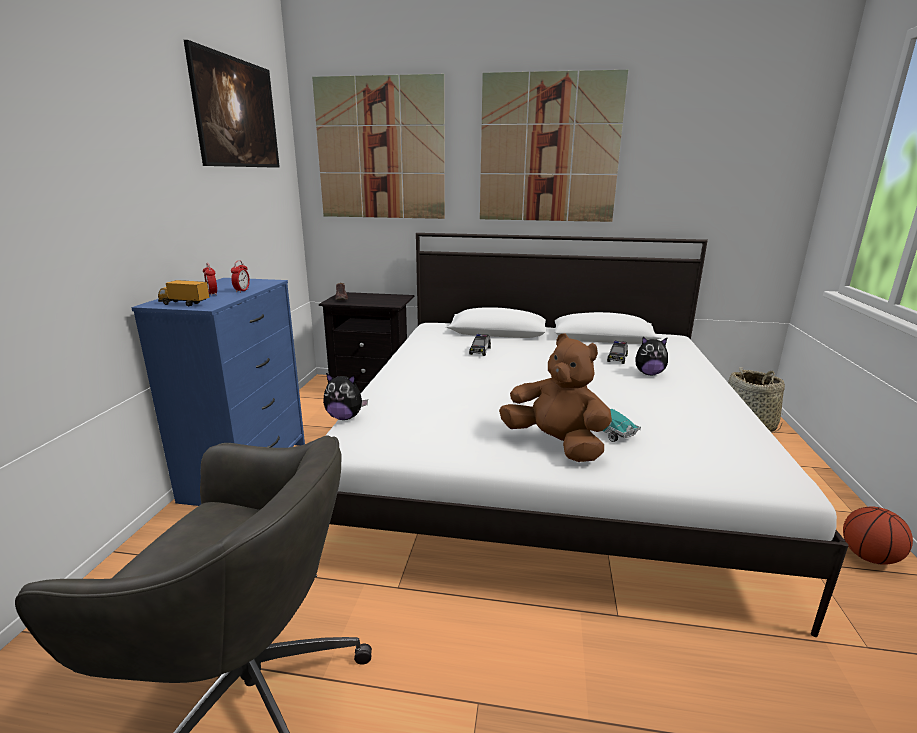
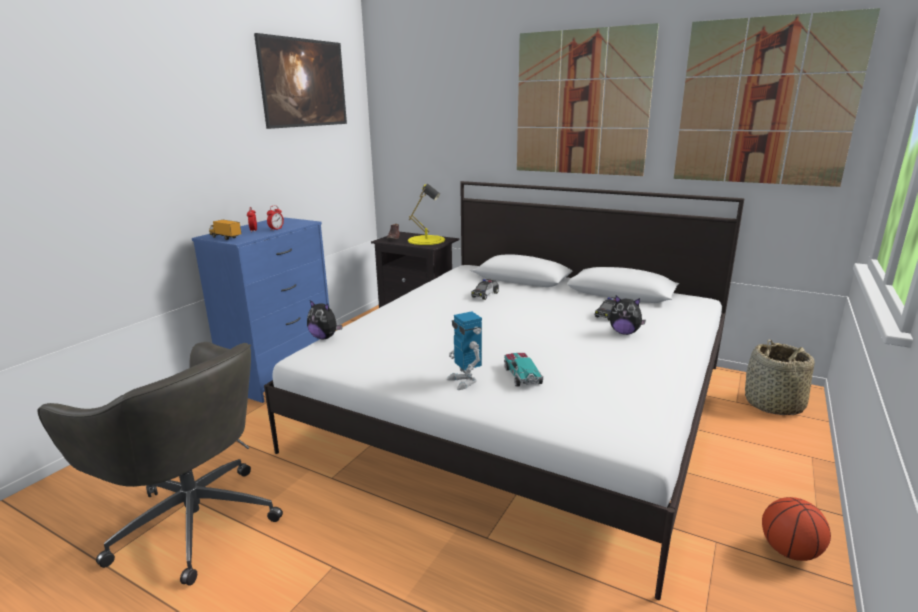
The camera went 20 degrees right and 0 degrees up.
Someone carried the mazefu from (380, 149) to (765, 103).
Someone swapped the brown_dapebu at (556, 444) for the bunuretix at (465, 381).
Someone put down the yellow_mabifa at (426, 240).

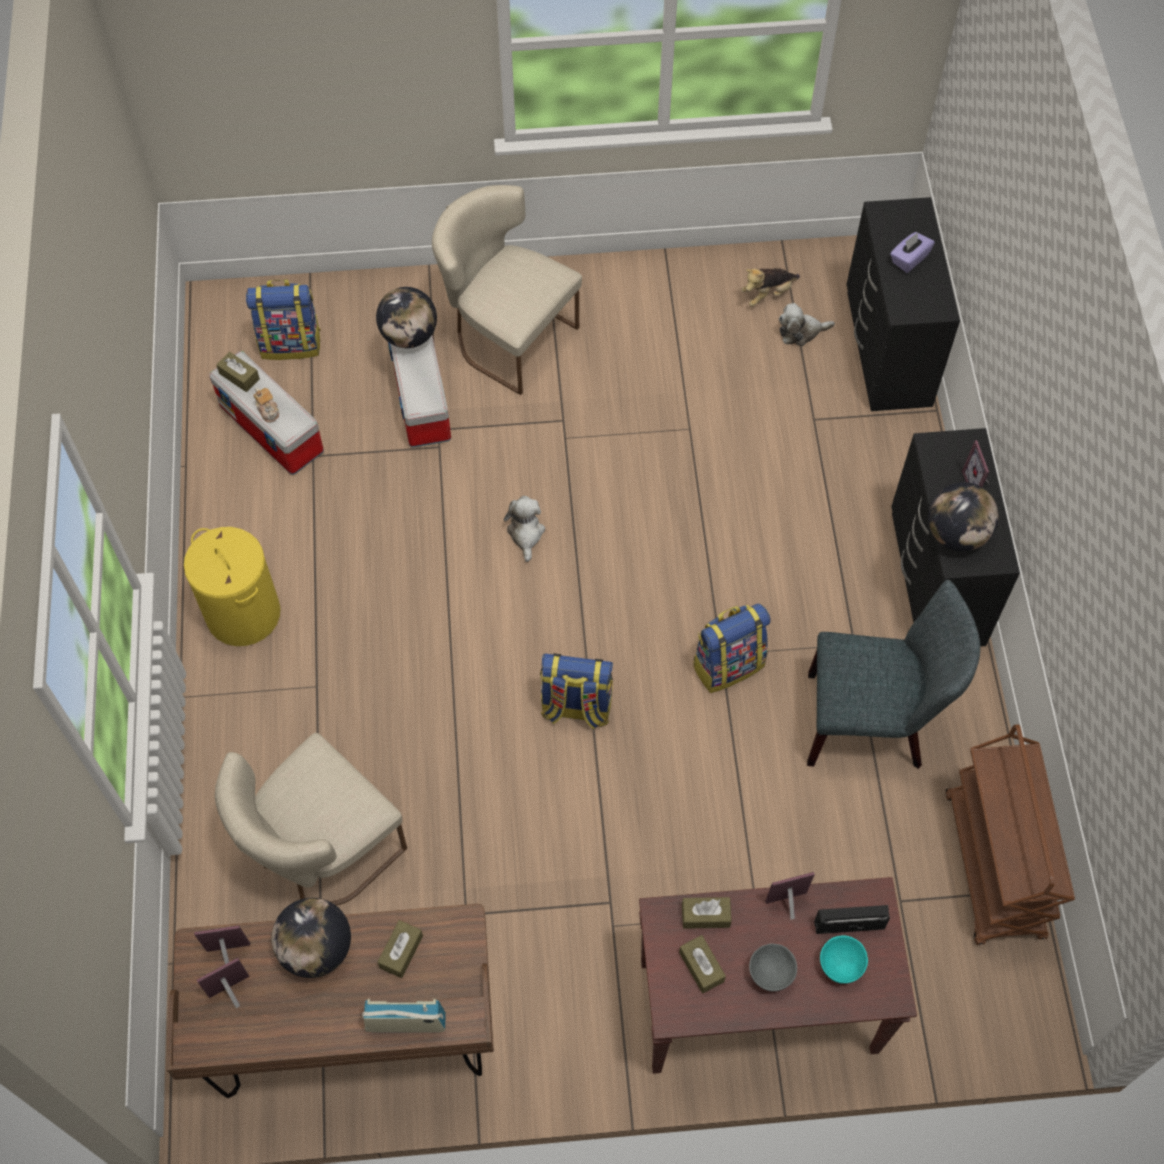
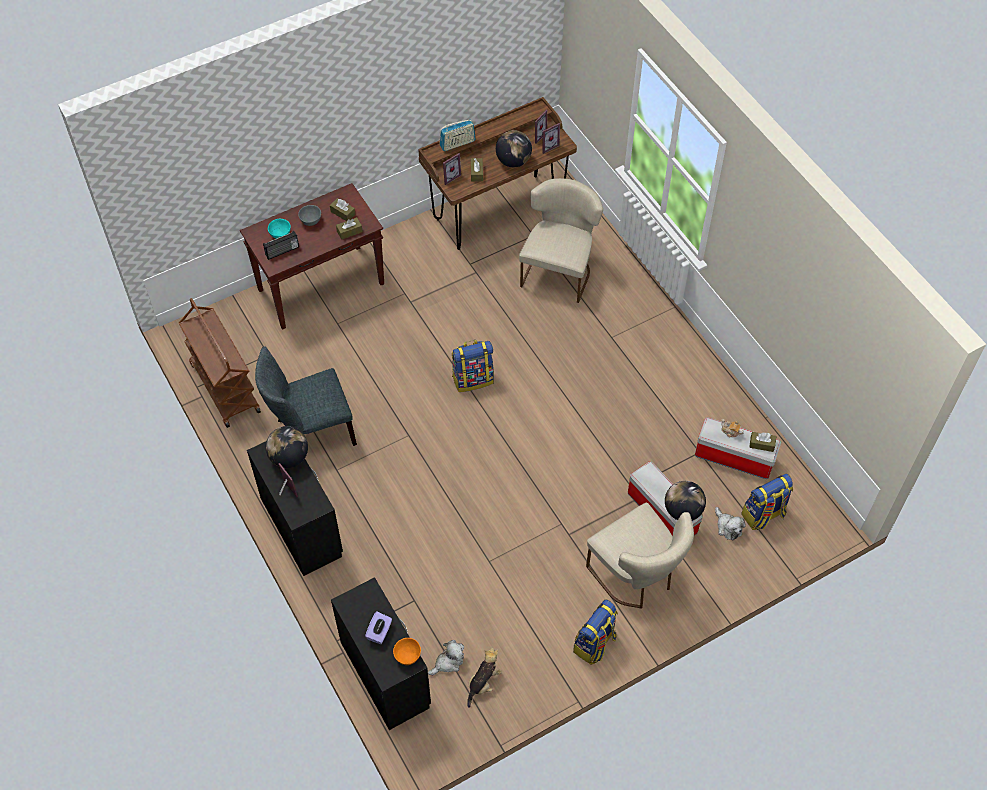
The camera went 155 degrees right and 5 degrees down.
Someone took away the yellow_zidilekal at (242, 613).
Someone rotated the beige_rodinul at (506, 336) by 45 degrees clockwise.
Someone carried the dapebu from (525, 533) to (728, 527).
Someone carried the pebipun from (728, 664) to (595, 644).
Someone carried the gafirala from (789, 907) to (449, 176).
Someone put down the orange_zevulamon at (408, 656).

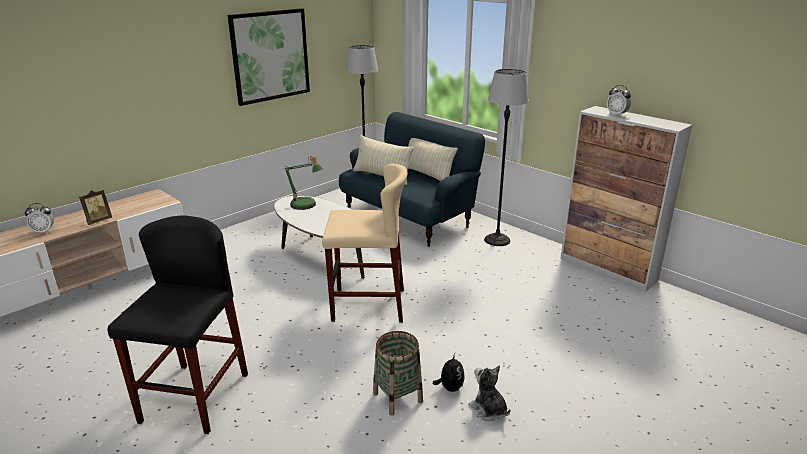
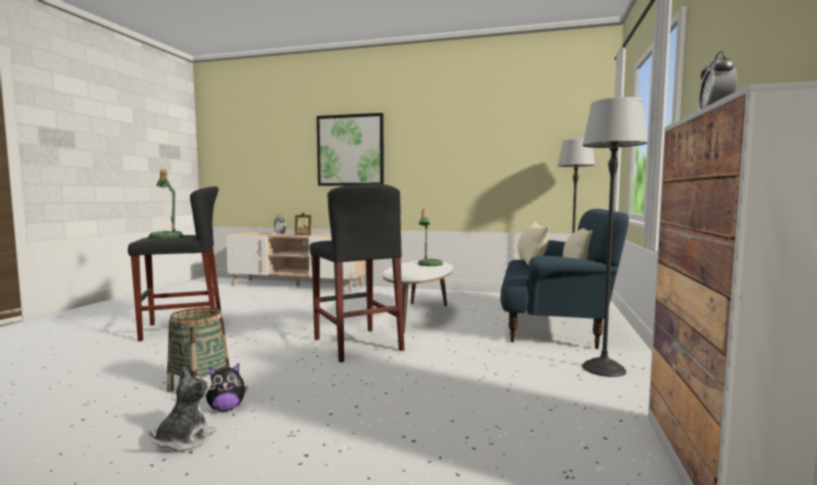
The camera went 60 degrees right and 20 degrees down.
Someone carried the mazefu from (270, 56) to (350, 150).
Someone repainted the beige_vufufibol at (368, 305), which became the black_vufufibol at (357, 344).
Someone put down the mabifa at (166, 236).

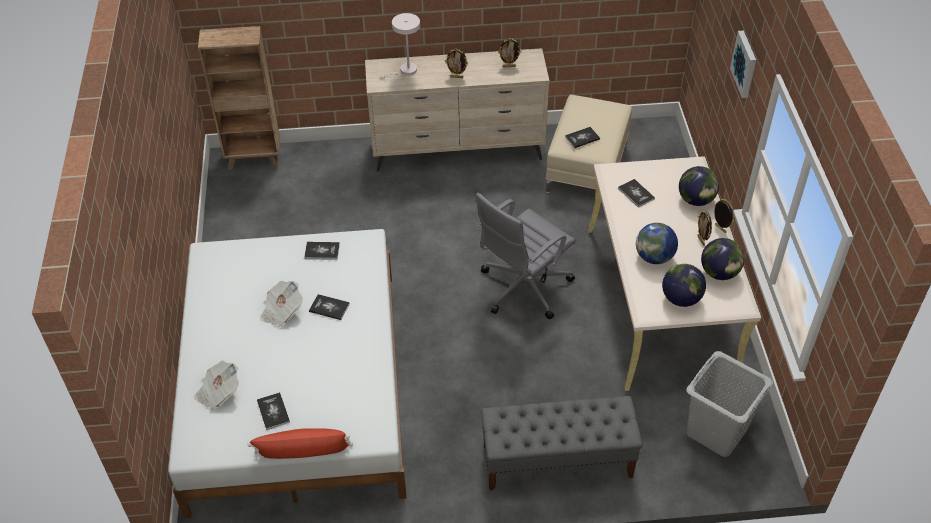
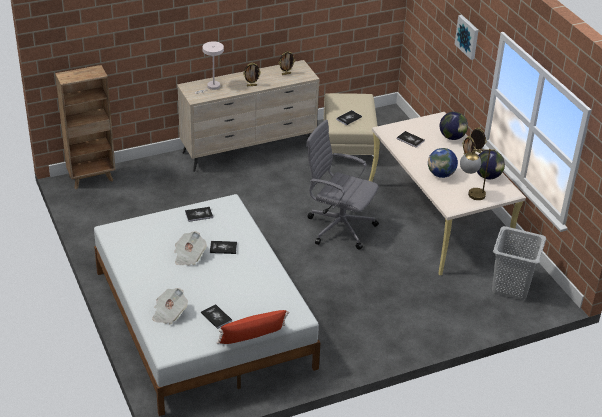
The camera went 20 degrees left and 10 degrees down.
Someone rotated the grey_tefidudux at (522, 288) by 90 degrees clockwise.
Someone took away the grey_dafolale at (557, 461).
Someone swapped the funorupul at (681, 299) for the mabifa at (470, 195).

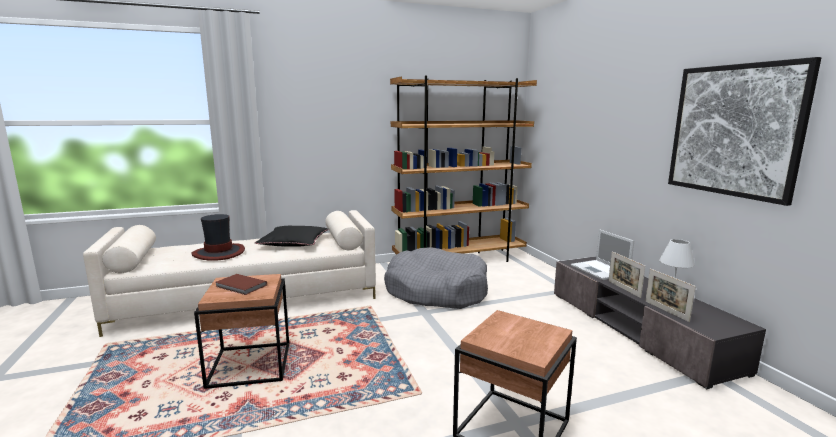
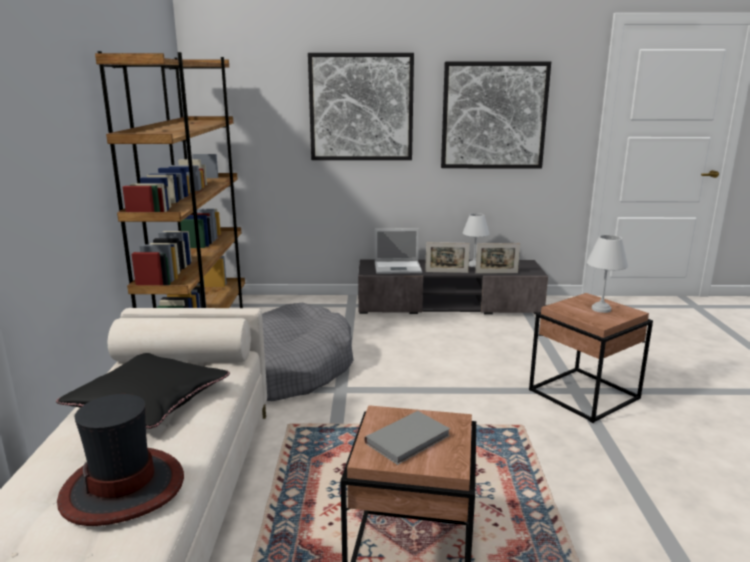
The camera went 70 degrees left and 5 degrees up.
Someone repainted the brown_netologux at (241, 286), which became the grey_netologux at (409, 440).
Someone put up the mazefu at (361, 107).
Someone put down the white_mabifa at (601, 309).

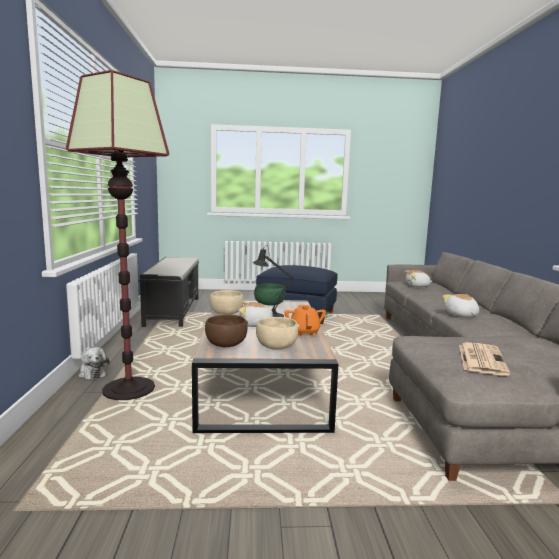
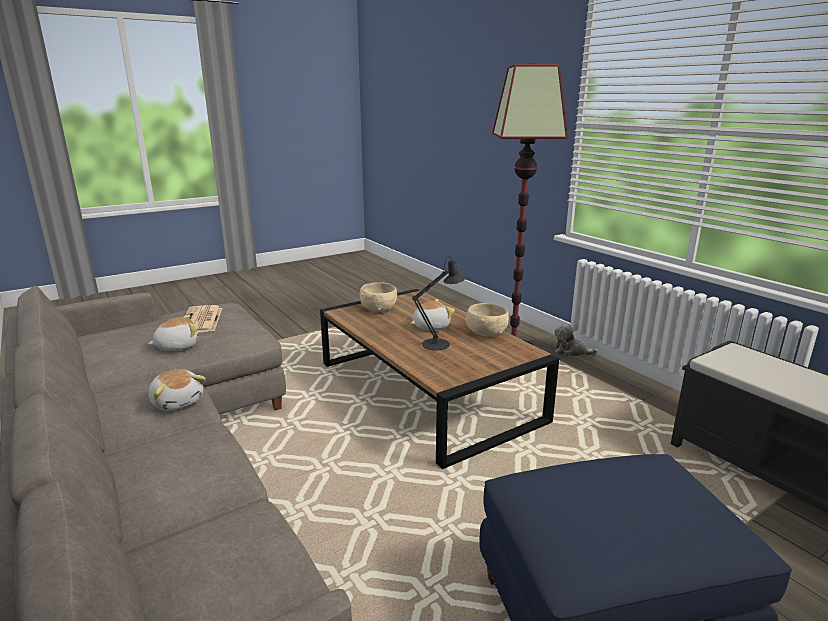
The camera went 150 degrees right and 10 degrees up.
Someone took away the brown_zevulamon at (226, 345).
Someone took away the green_zevulamon at (269, 304).
Someone took away the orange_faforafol at (304, 332).
Someone carried the dapebu from (417, 286) to (177, 346).

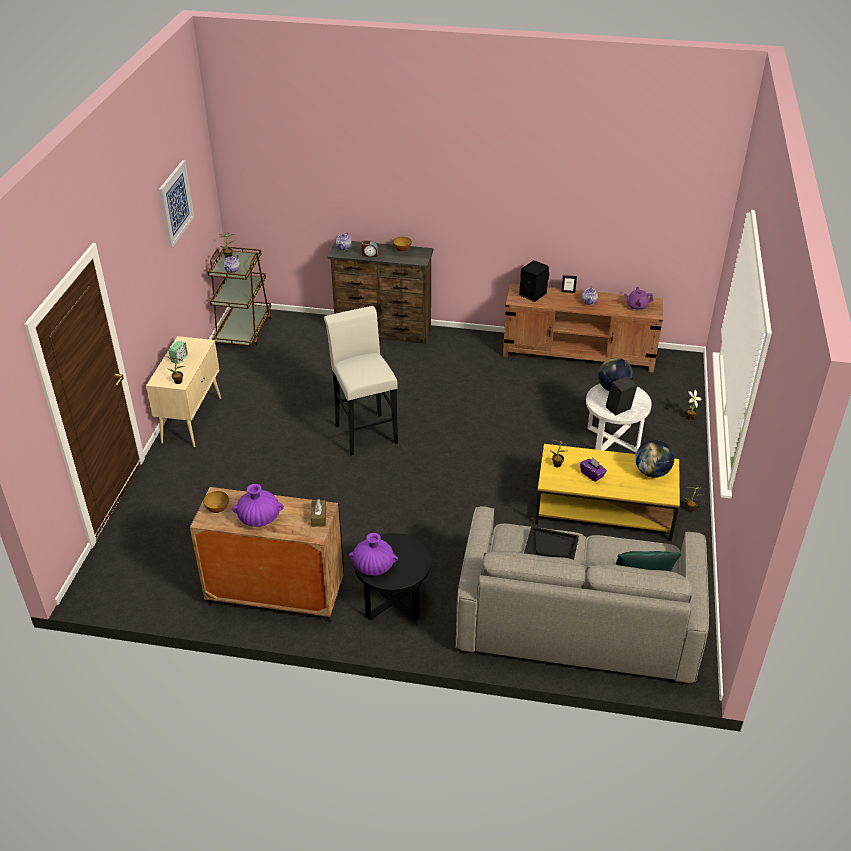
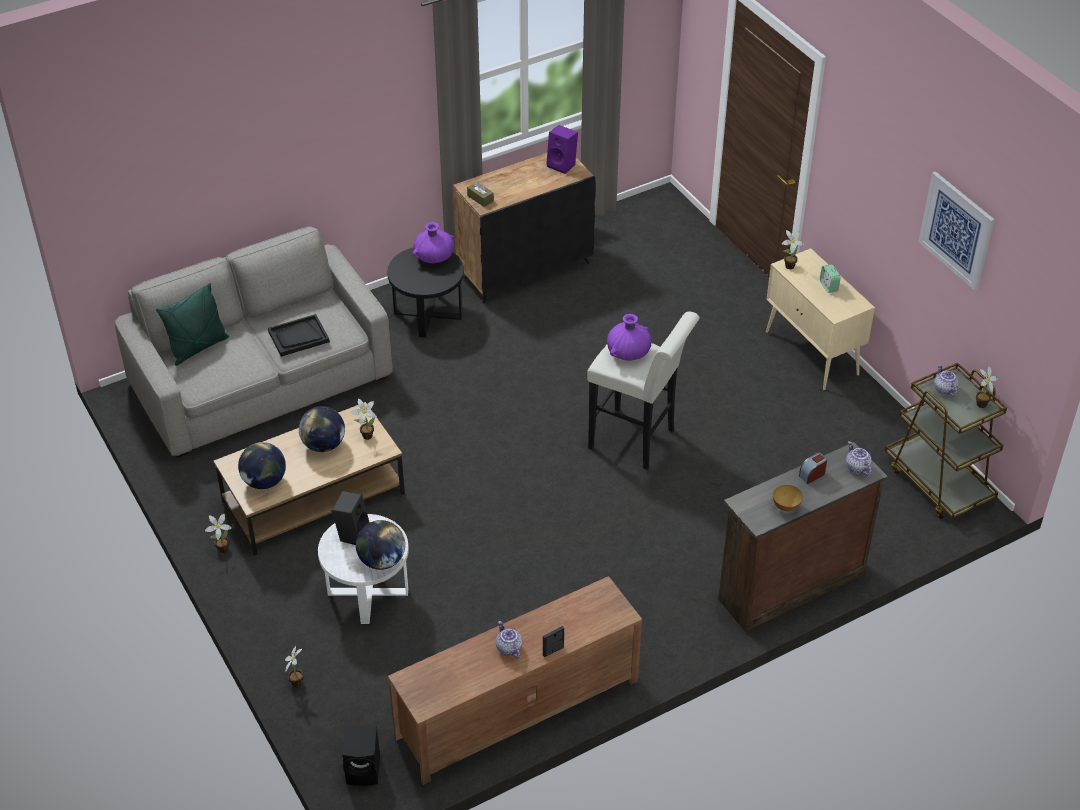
The camera went 140 degrees right and 5 degrees up.
Someone swapped the zevulamon at (217, 509) for the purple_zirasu at (563, 165).
Someone carried the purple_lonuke from (259, 519) to (628, 352).
Someone carried the black_zirasu from (532, 294) to (364, 770).
Someone repainted the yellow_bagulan at (604, 509), which became the brown_bagulan at (313, 497).
Someone swapped the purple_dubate at (592, 474) for the funorupul at (324, 445).
Someone took away the purple_faforafol at (637, 306).

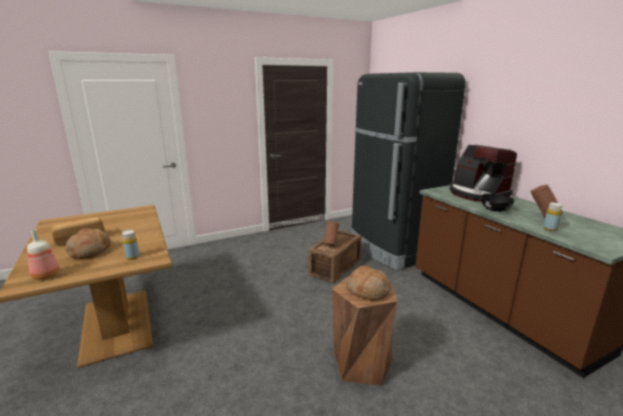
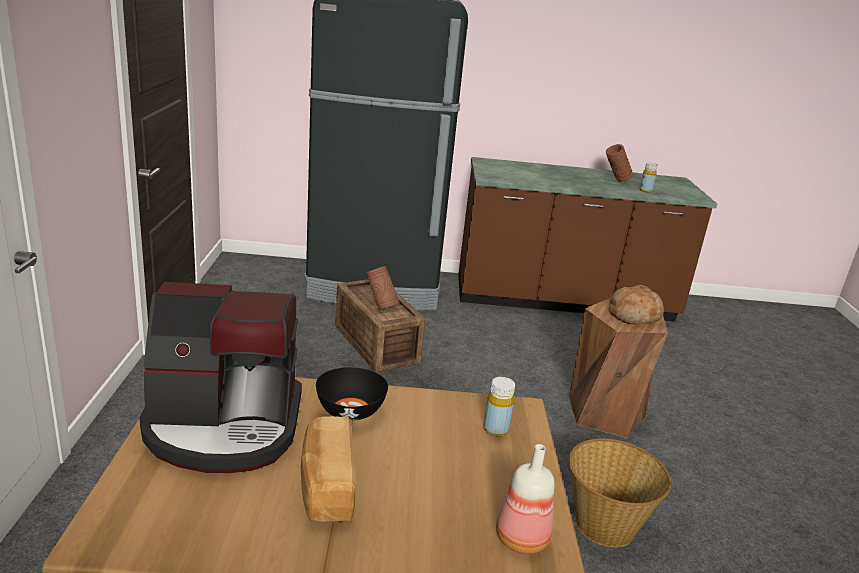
The camera went 65 degrees left and 5 degrees up.
Someone took away the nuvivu at (89, 251).
Someone carried the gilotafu from (477, 194) to (224, 426).
Someone carried the black_zevulamon from (495, 210) to (349, 411).
Someone put down the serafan at (605, 524).

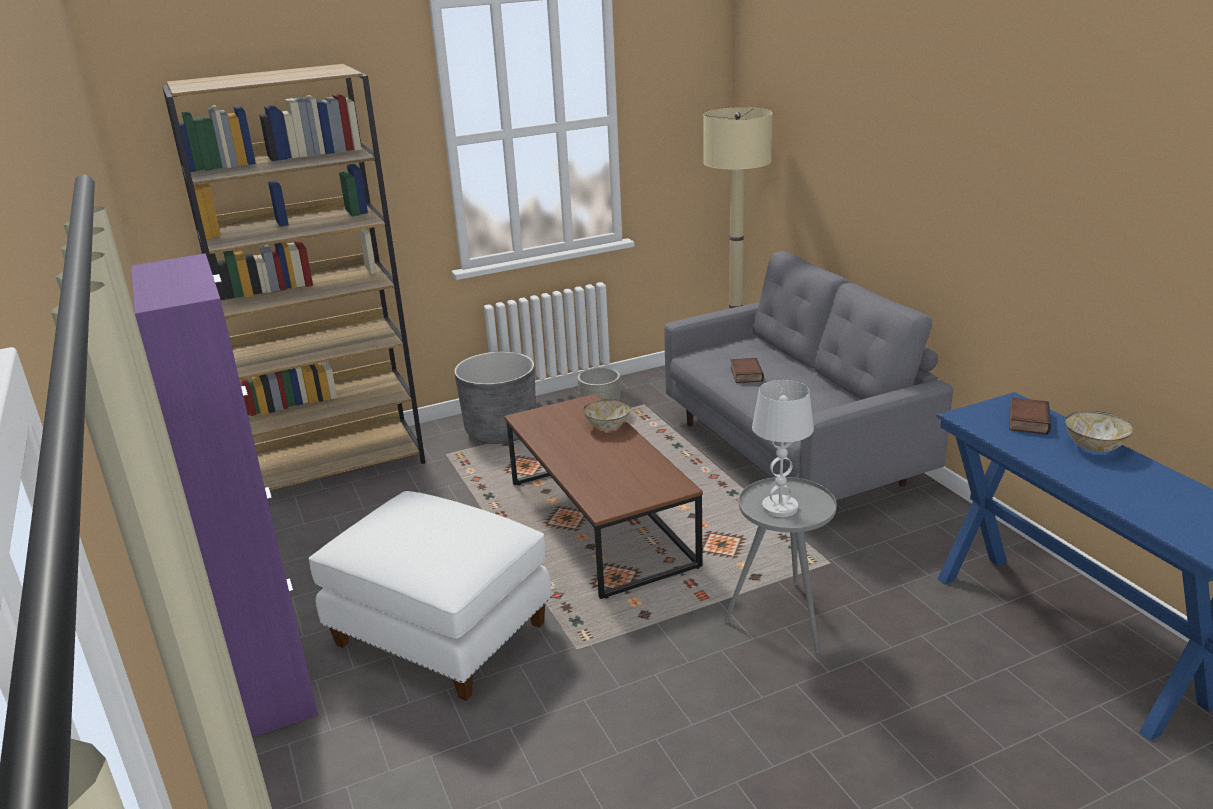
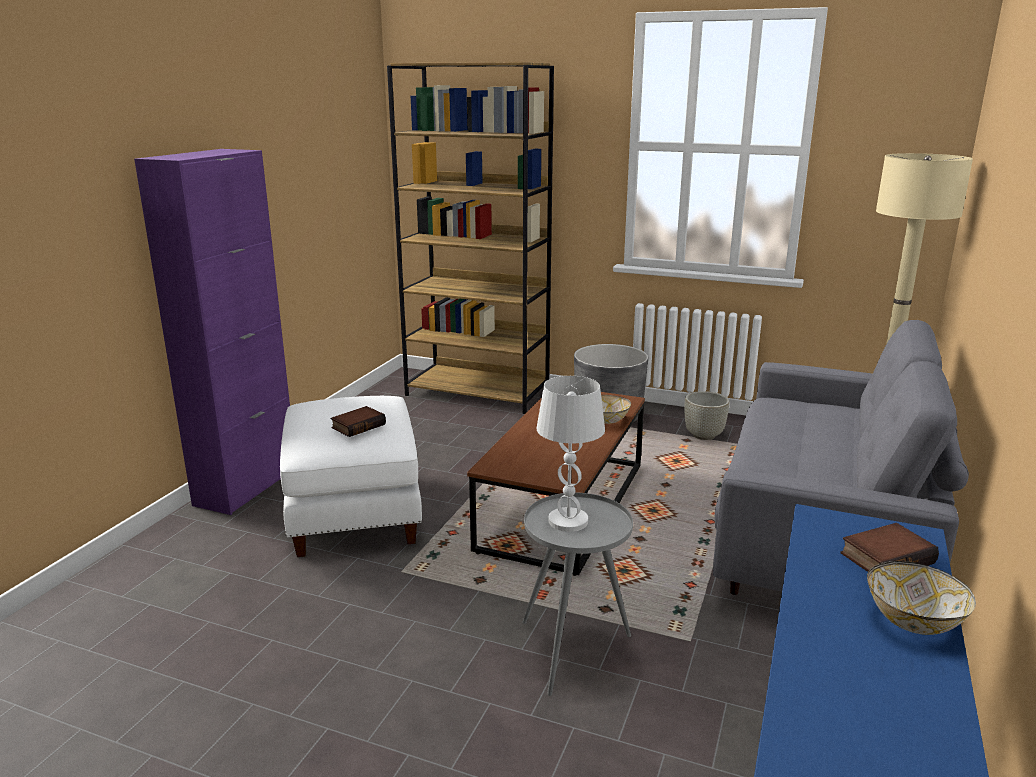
The camera went 45 degrees right and 5 degrees down.
Someone carried the netologux from (745, 374) to (358, 425).

